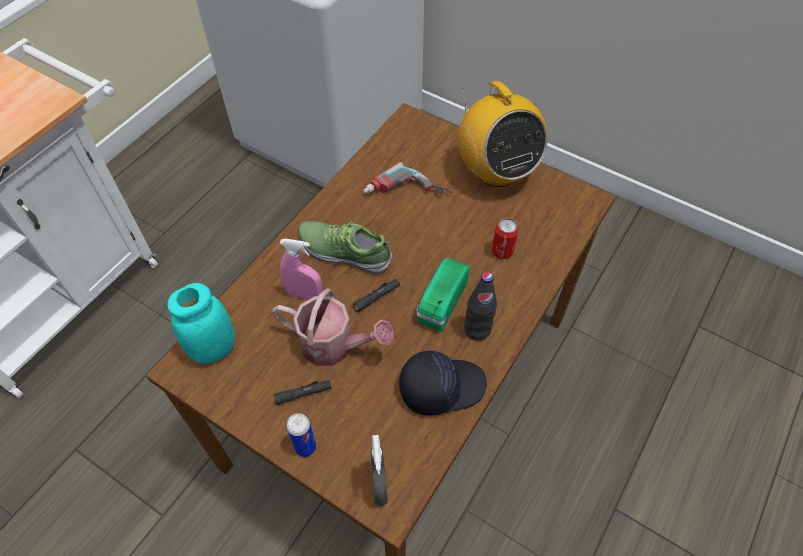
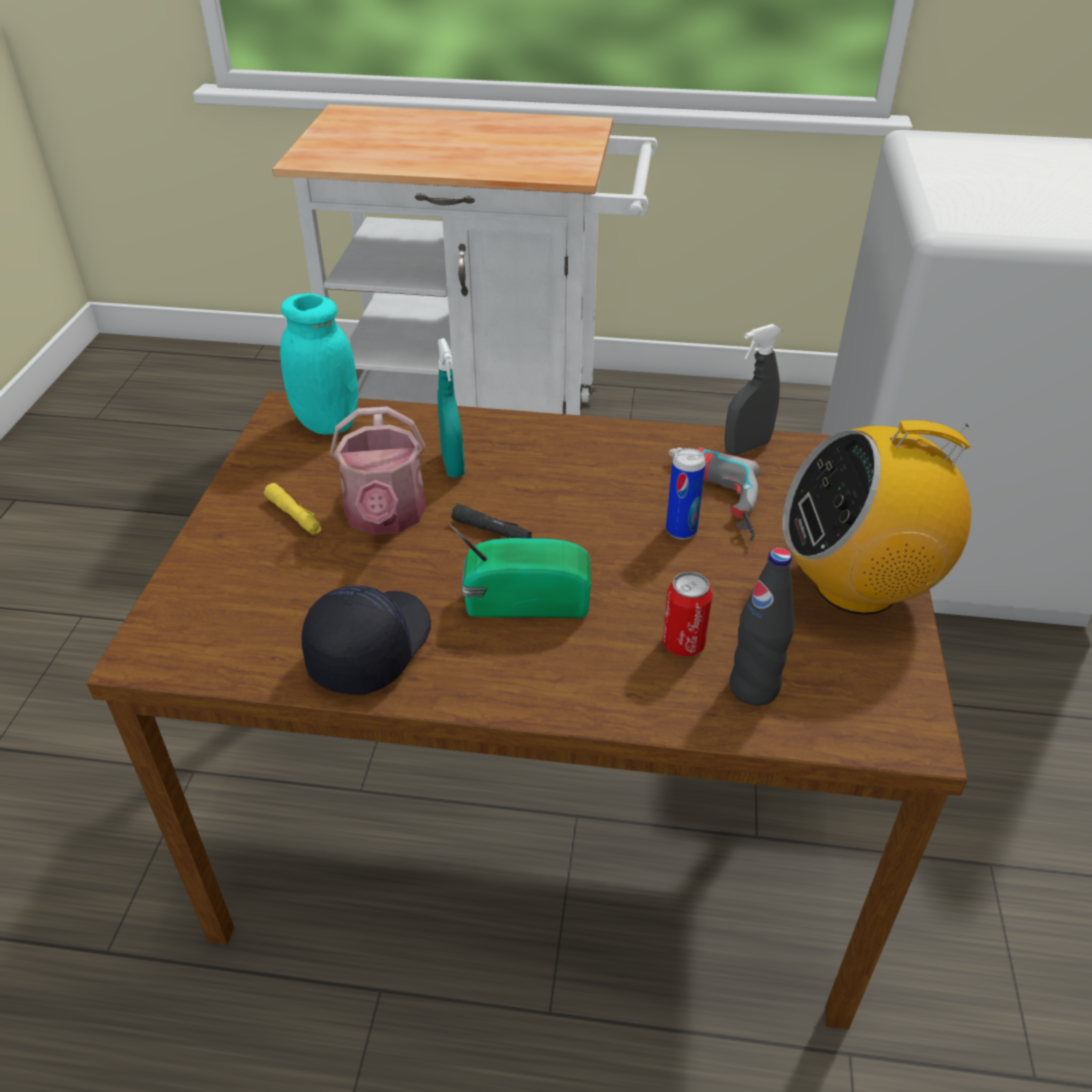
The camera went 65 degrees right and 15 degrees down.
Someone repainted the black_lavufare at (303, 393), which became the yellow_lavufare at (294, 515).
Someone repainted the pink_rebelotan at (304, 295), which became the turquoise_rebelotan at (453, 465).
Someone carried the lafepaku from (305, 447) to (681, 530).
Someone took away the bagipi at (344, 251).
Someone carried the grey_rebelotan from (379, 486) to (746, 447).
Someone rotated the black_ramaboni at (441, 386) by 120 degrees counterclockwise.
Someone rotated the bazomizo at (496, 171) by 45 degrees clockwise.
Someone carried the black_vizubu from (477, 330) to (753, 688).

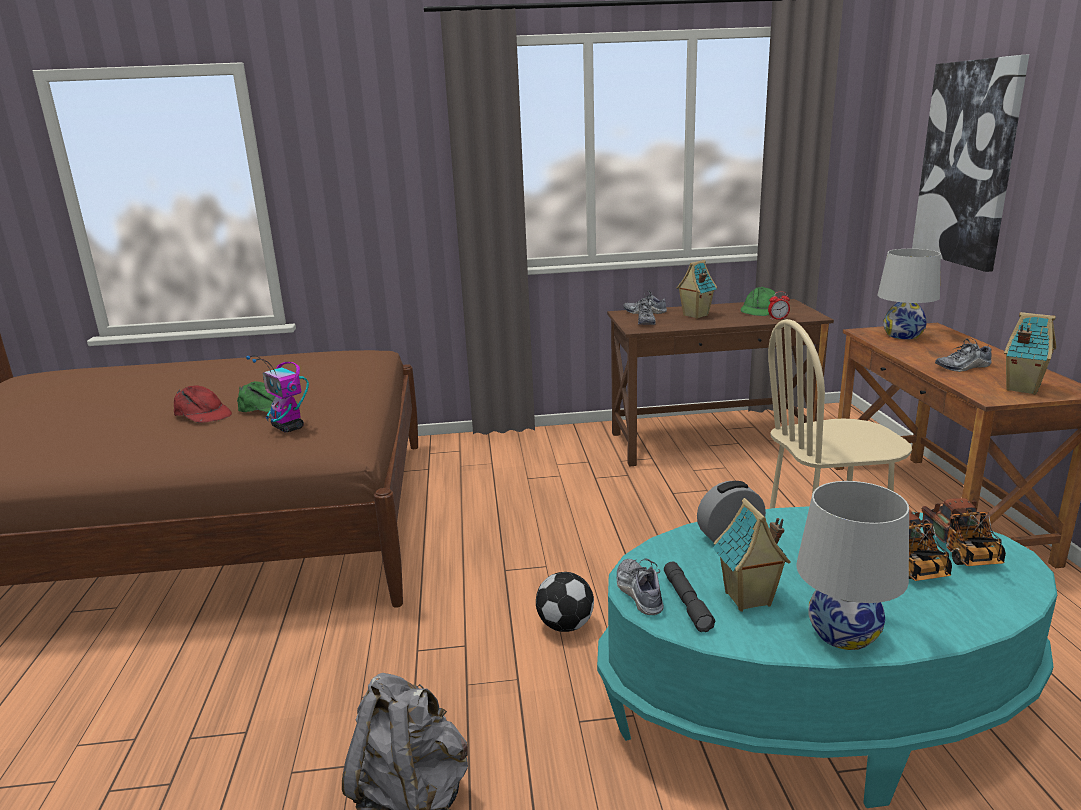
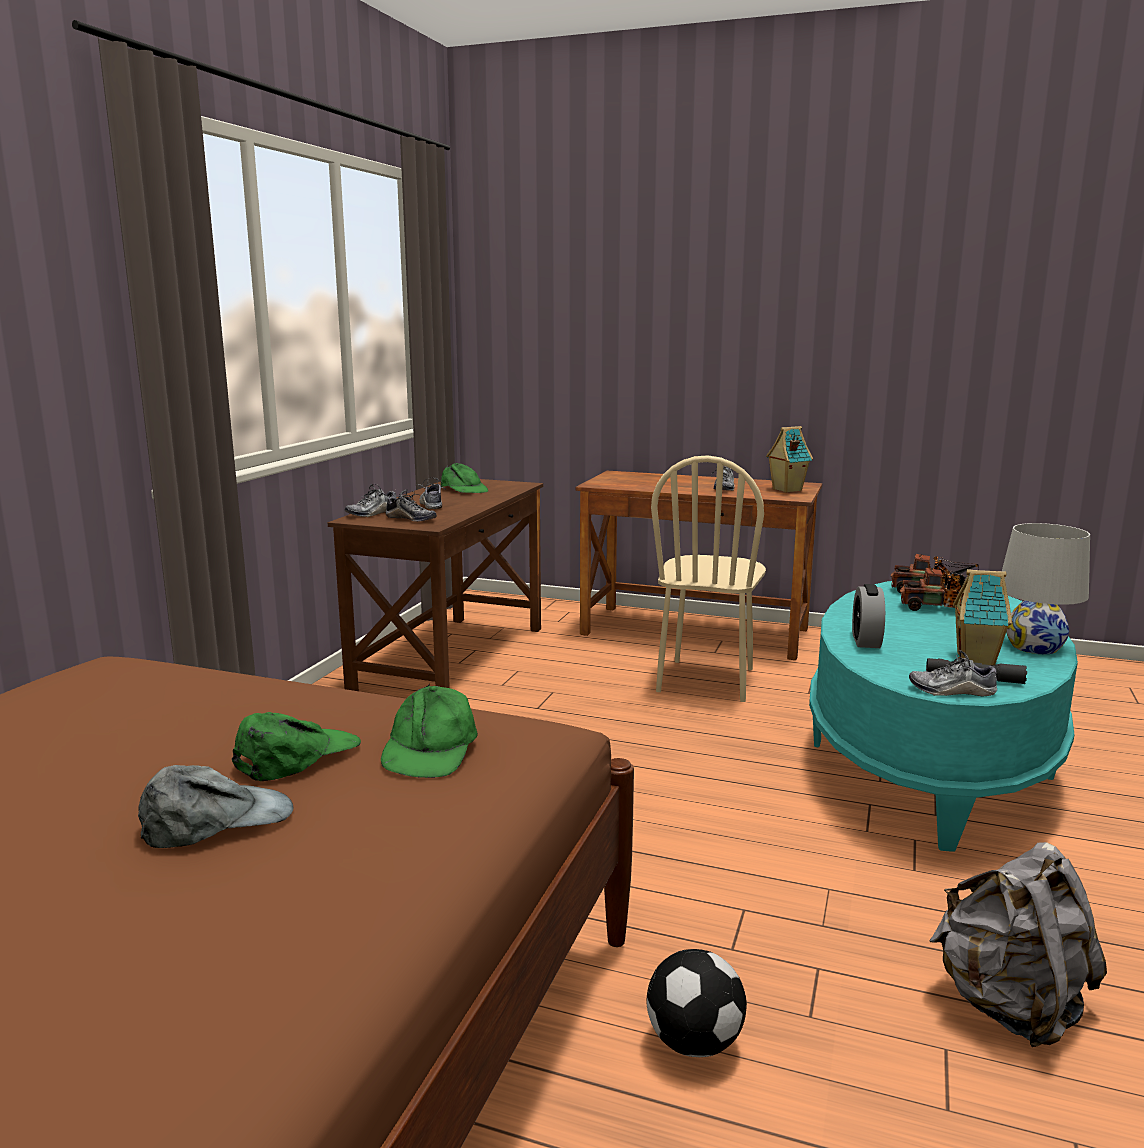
The camera went 65 degrees left and 5 degrees down.
Someone repainted the red_ramaboni at (202, 414), which became the grey_ramaboni at (217, 820).
Someone swapped the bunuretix at (288, 428) for the green_ramaboni at (430, 748).
Someone carried the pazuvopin from (565, 625) to (692, 1042).
Someone swapped the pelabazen at (695, 315) for the bagipi at (431, 504).
Someone took away the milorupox at (778, 319).
Someone took away the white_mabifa at (902, 335).
Someone took away the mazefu at (967, 164).

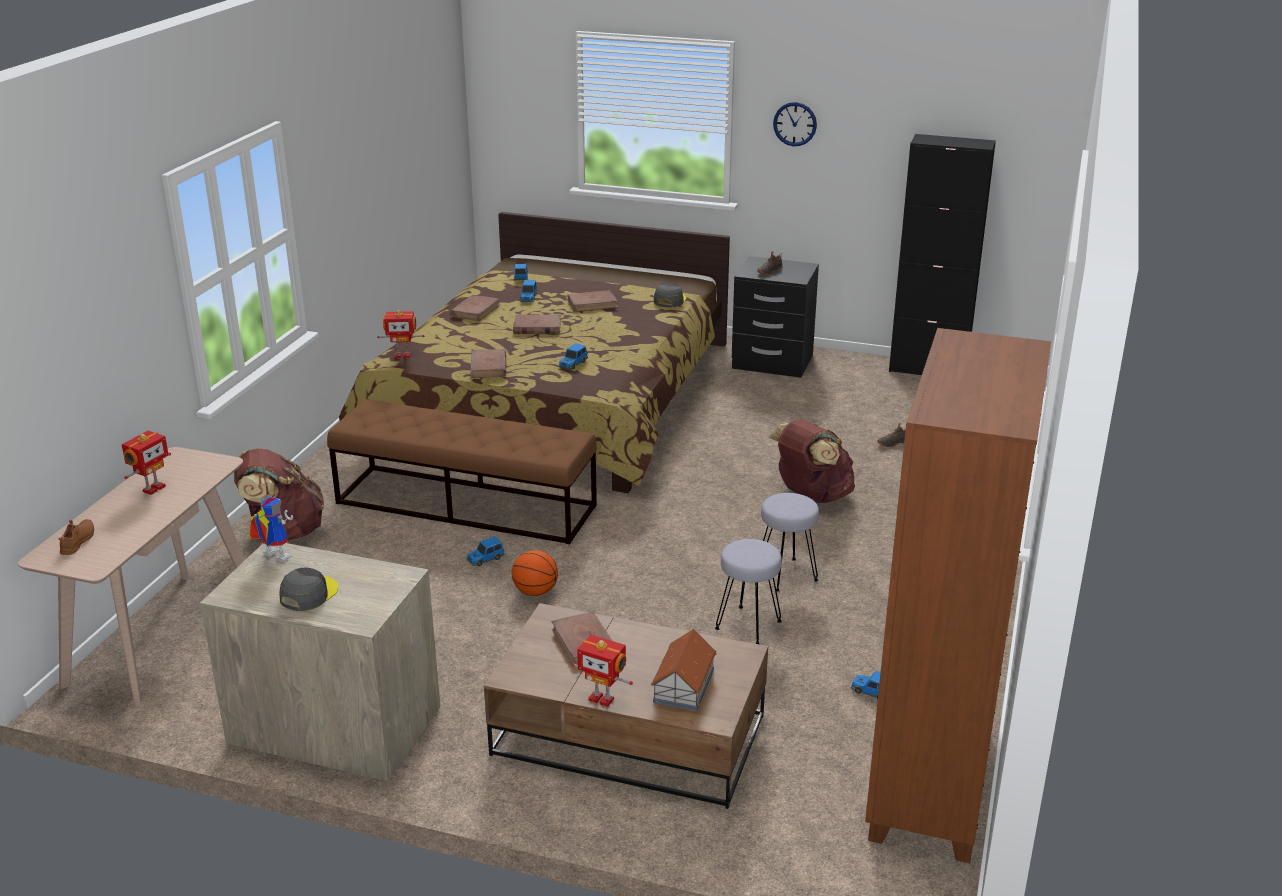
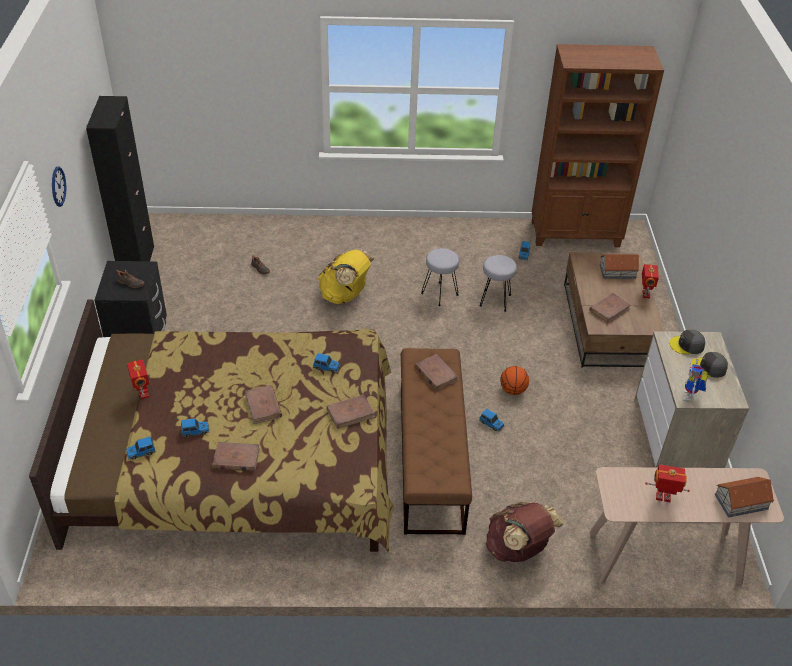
The camera went 110 degrees left and 15 degrees up.
Someone swapped the brown_bagipi at (79, 542) for the pelabazen at (741, 502).
Someone carried the bunuretix from (402, 355) to (142, 394).
Someone carried the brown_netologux from (592, 304) to (435, 374).
Someone carried the grey_ramaboni from (669, 300) to (687, 345).
Someone repainted the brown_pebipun at (811, 495), which became the yellow_pebipun at (345, 295).

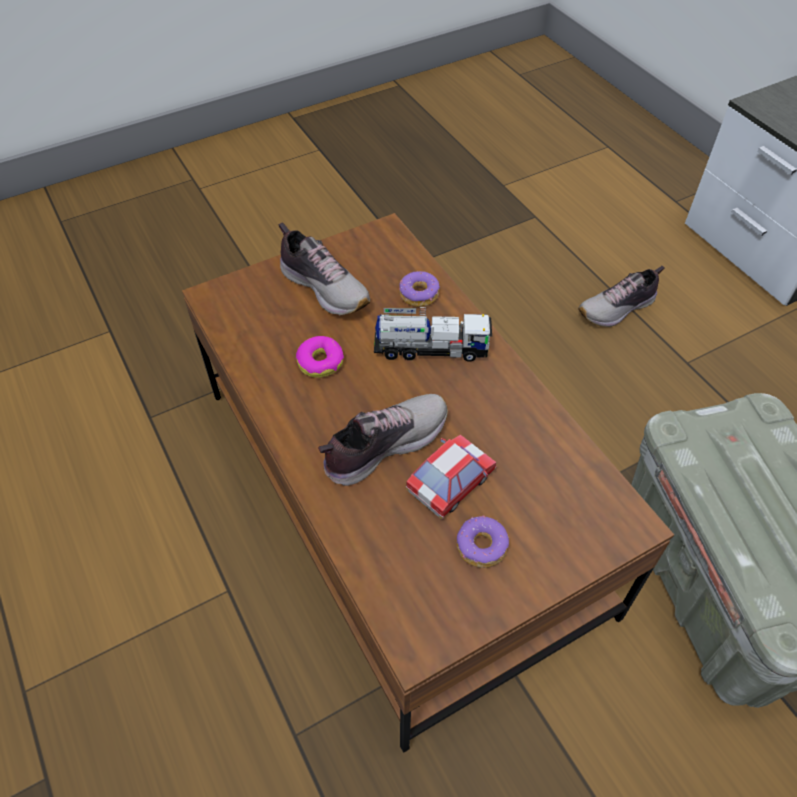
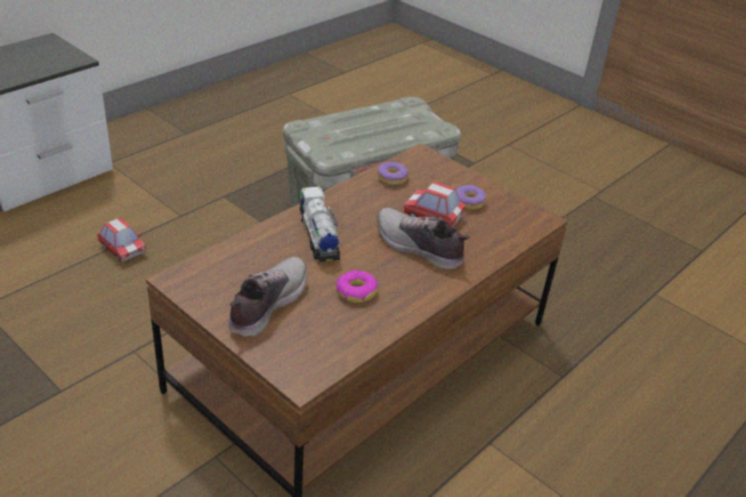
The camera went 110 degrees left and 15 degrees down.
Someone carried the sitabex from (419, 295) to (392, 178).
Someone swapped the bagipi at (618, 309) for the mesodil at (122, 249).

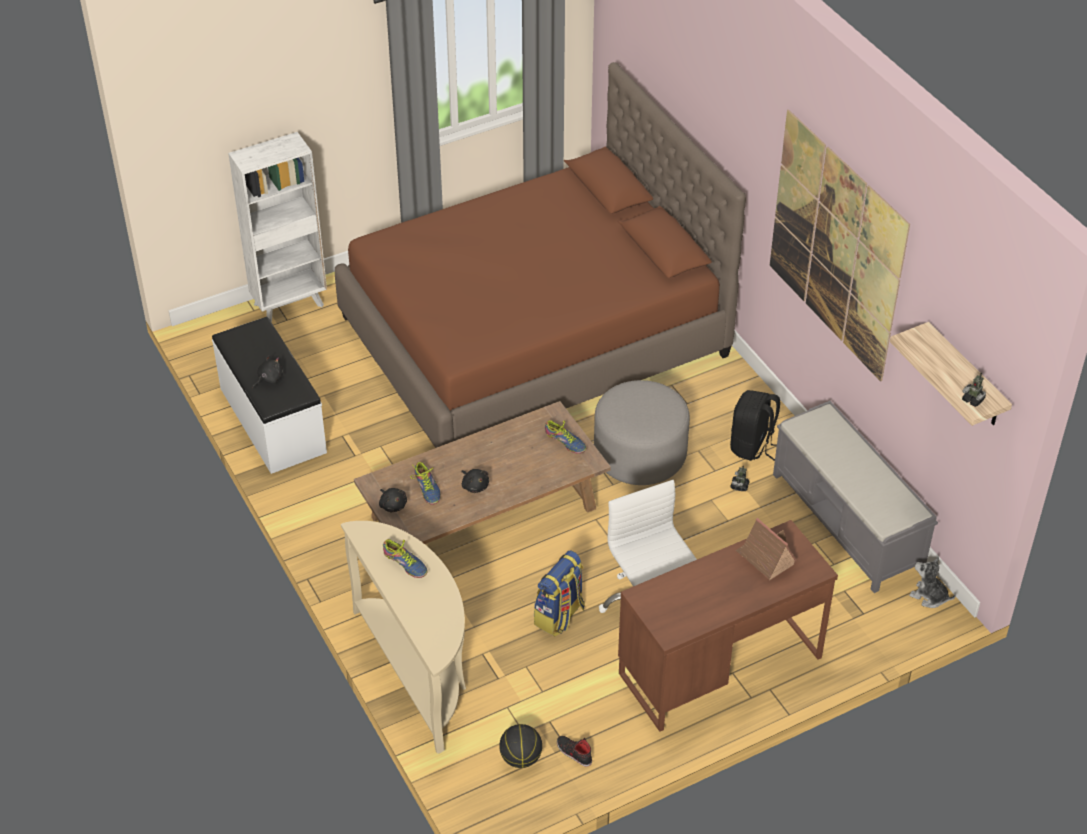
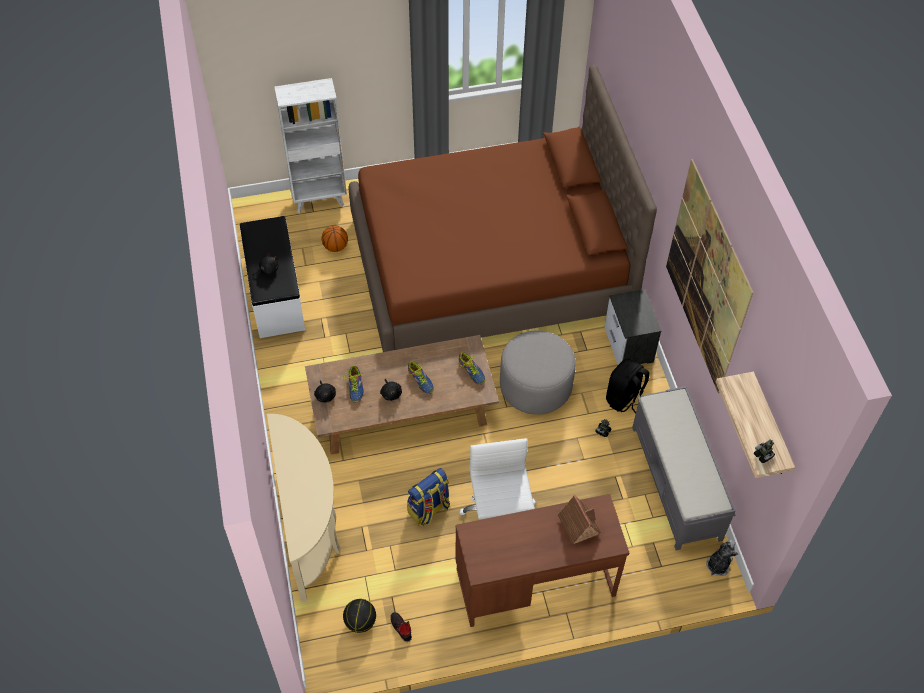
The camera went 15 degrees right and 10 degrees up.
Someone carried the bagipi from (405, 563) to (420, 380).
Someone rotated the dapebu at (929, 596) by 75 degrees clockwise.
Someone put down the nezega at (335, 247).
Someone put down the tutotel at (628, 345).

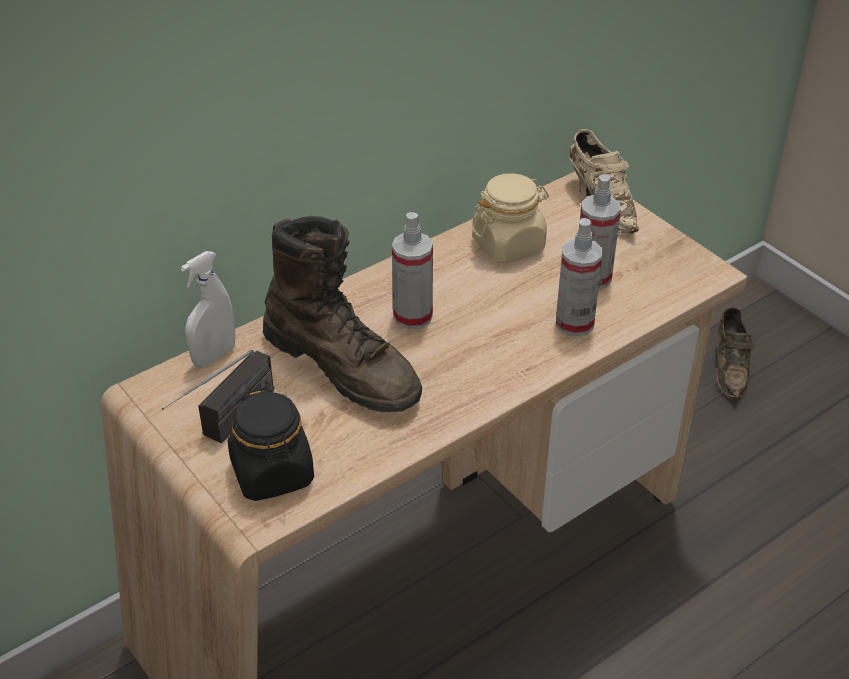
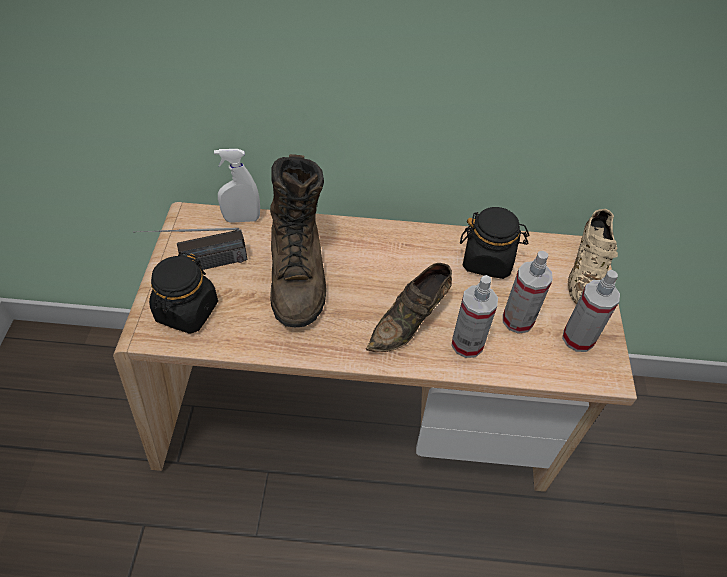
The camera went 40 degrees right and 10 degrees up.
Someone carried the rebelotan from (413, 316) to (578, 338).
Someone repainted the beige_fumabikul at (508, 245), which became the black_fumabikul at (488, 260).
Someone carried the brown_bagipi from (730, 368) to (410, 322).

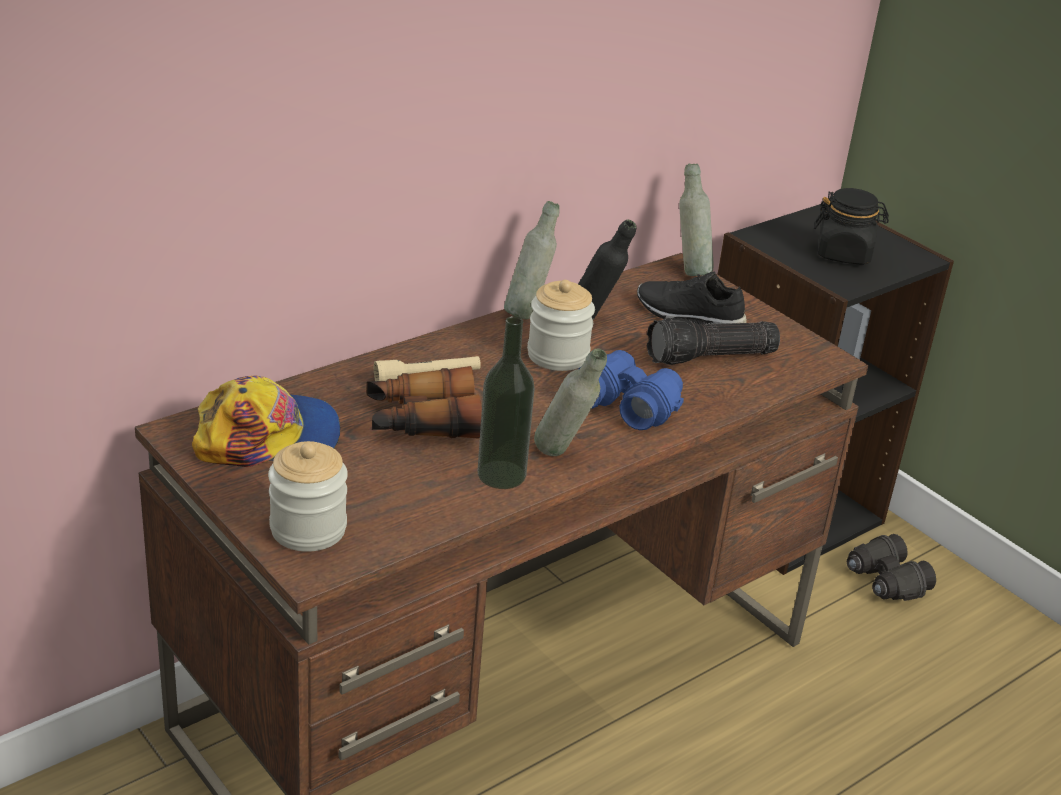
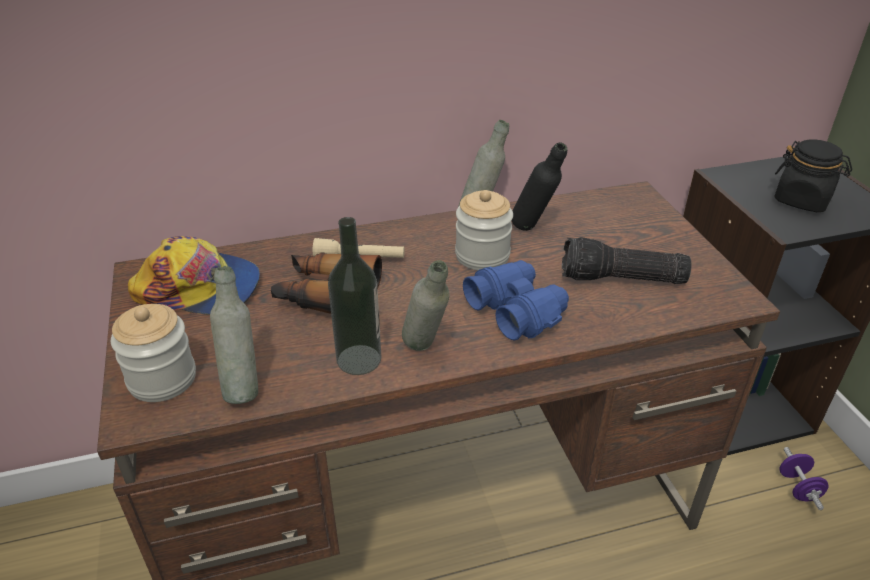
The camera went 25 degrees right and 5 degrees up.
Someone took away the black_bagipi at (687, 317).
Someone carried the grey_vizubu from (689, 270) to (243, 388).
Someone swapped the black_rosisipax at (885, 581) for the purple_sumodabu at (798, 488).

